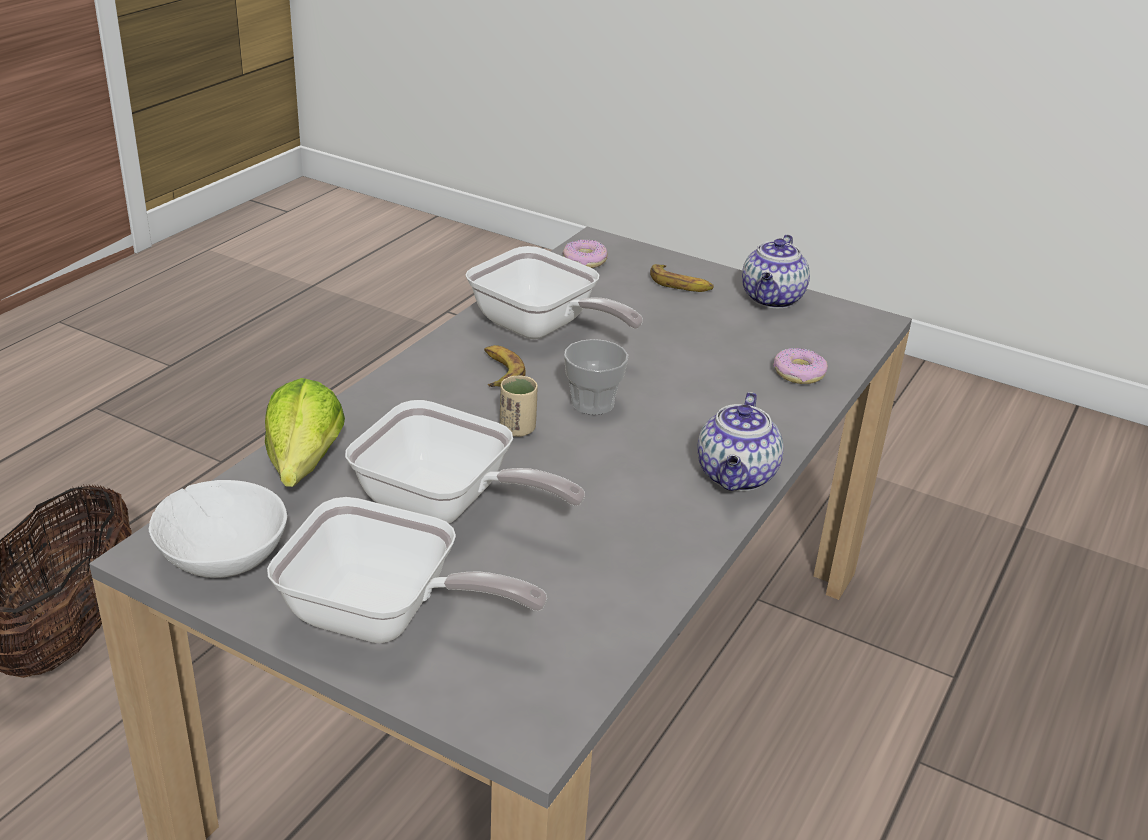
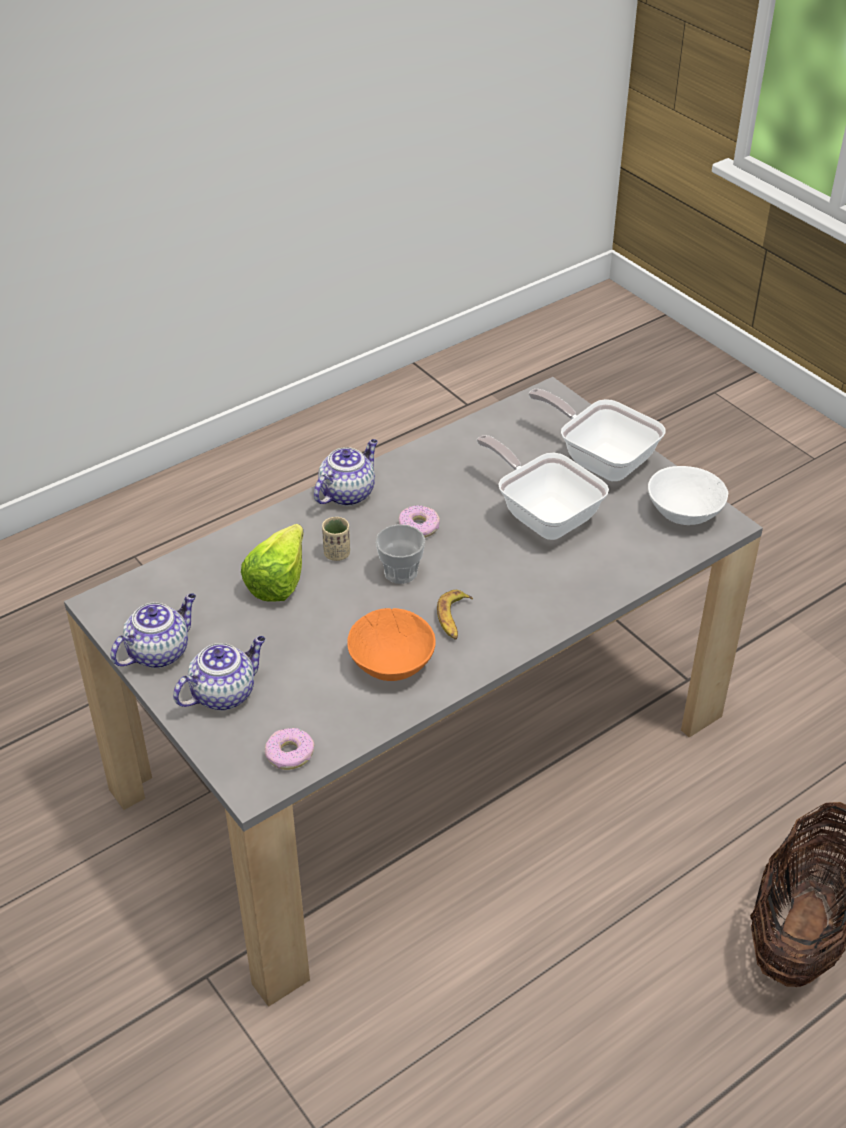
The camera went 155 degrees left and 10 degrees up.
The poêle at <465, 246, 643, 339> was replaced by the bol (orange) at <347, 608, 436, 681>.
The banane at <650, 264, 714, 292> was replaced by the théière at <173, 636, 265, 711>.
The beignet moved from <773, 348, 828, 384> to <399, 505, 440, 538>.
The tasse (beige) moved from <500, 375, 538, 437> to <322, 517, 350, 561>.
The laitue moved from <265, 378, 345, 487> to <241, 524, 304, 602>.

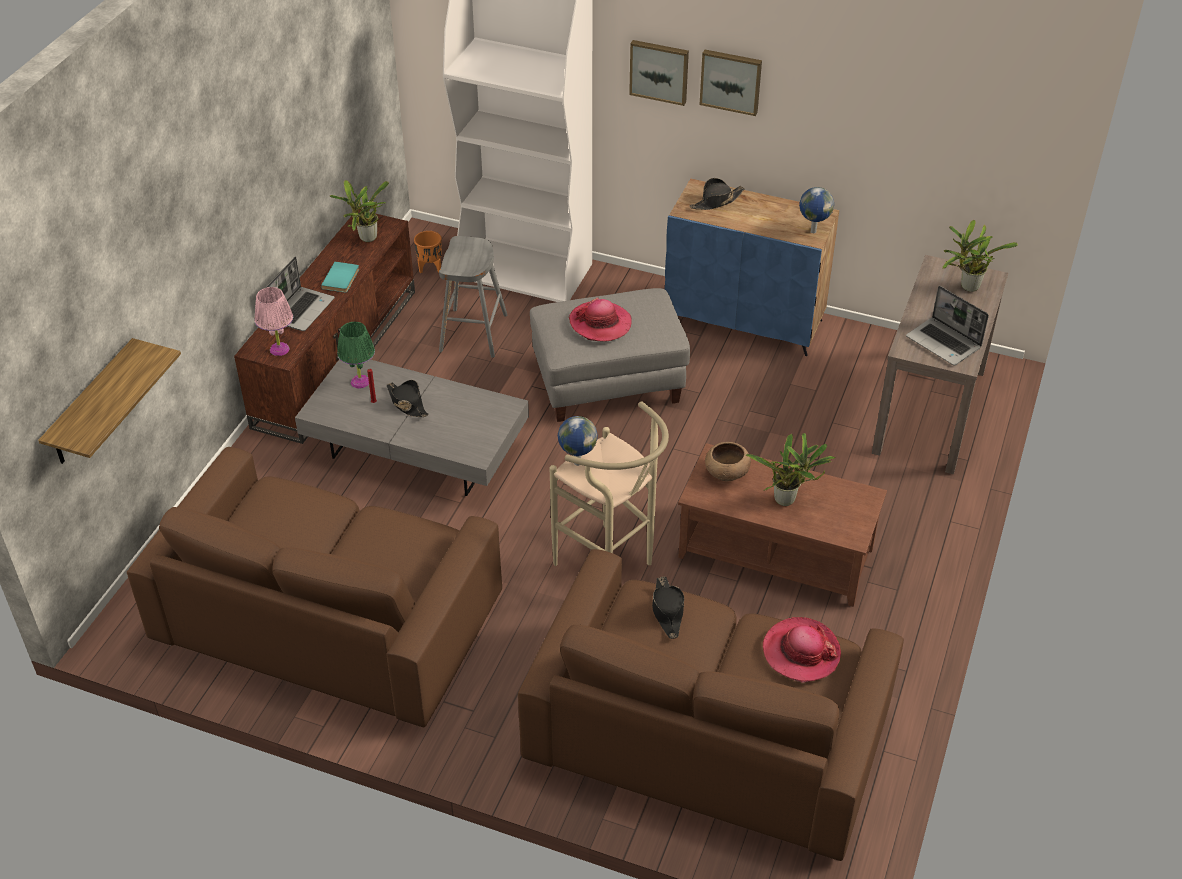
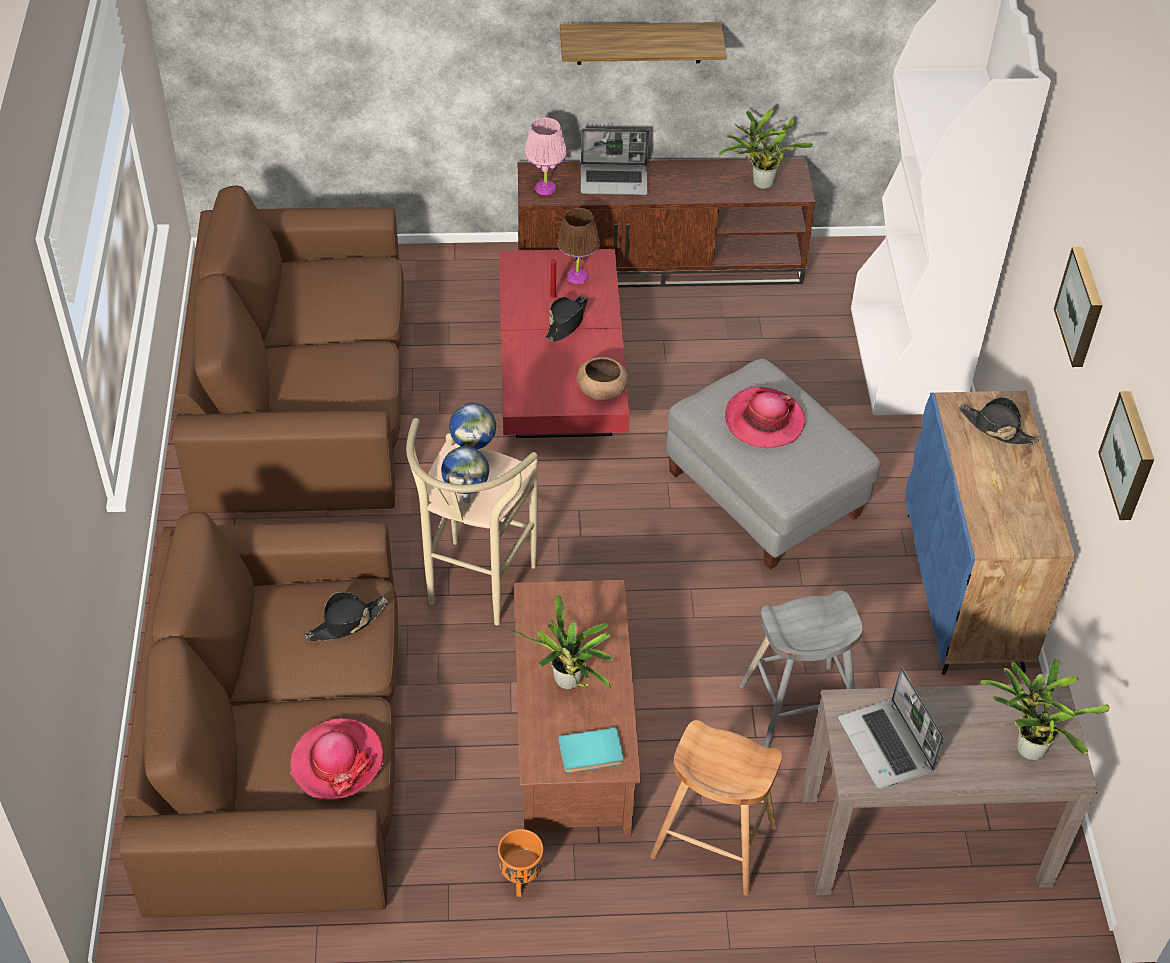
The camera went 65 degrees right and 5 degrees up.
The tableau moved from <629, 40, 689, 106> to <1098, 391, 1154, 520>.
The globe moved from <799, 187, 834, 233> to <441, 446, 489, 503>.
The cache-pot (orange) moved from <414, 231, 442, 273> to <498, 829, 543, 897>.
The tabouret (gris) moved from <439, 236, 507, 358> to <739, 591, 863, 748>.
The livre (turquoise) moved from <321, 262, 359, 293> to <558, 727, 624, 773>.
The ordinateur portable at <906, 286, 989, 365> turned 45 degrees counterclockwise.
The lampe de table (vert) at <337, 322, 375, 389> became the lampe de table (marron) at <557, 208, 600, 284>.
The étagère moved from <38, 338, 181, 464> to <560, 22, 727, 65>.
The table basse (gris) at <295, 359, 529, 496> became the table basse (rouge) at <499, 249, 630, 438>.
The bol (marron) moved from <705, 442, 751, 481> to <577, 357, 628, 401>.
The tabouret (marron) at <650, 720, 782, 896> appeared.

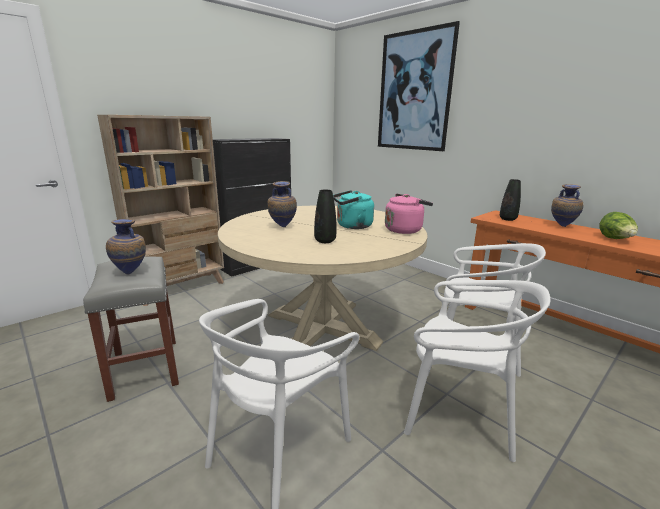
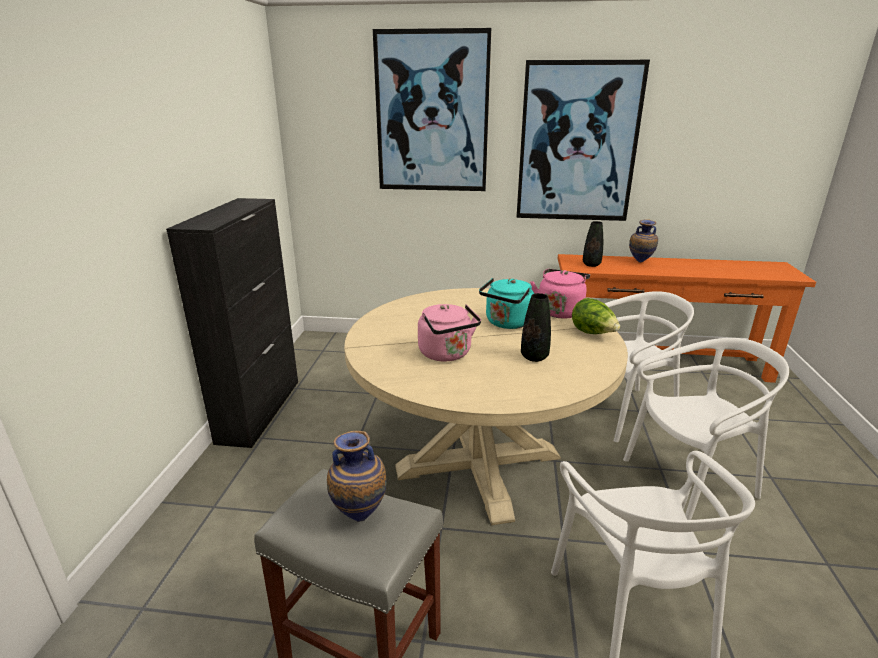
The camera went 40 degrees left and 5 degrees up.
The bibliothèque (beige) at <97, 115, 224, 306> disappeared.
The vase at <267, 181, 297, 227> was replaced by the bouilloire (rose) at <418, 304, 481, 362>.
The laitue moved from <599, 212, 638, 239> to <572, 298, 620, 334>.
The tableau at <517, 60, 650, 221> appeared.

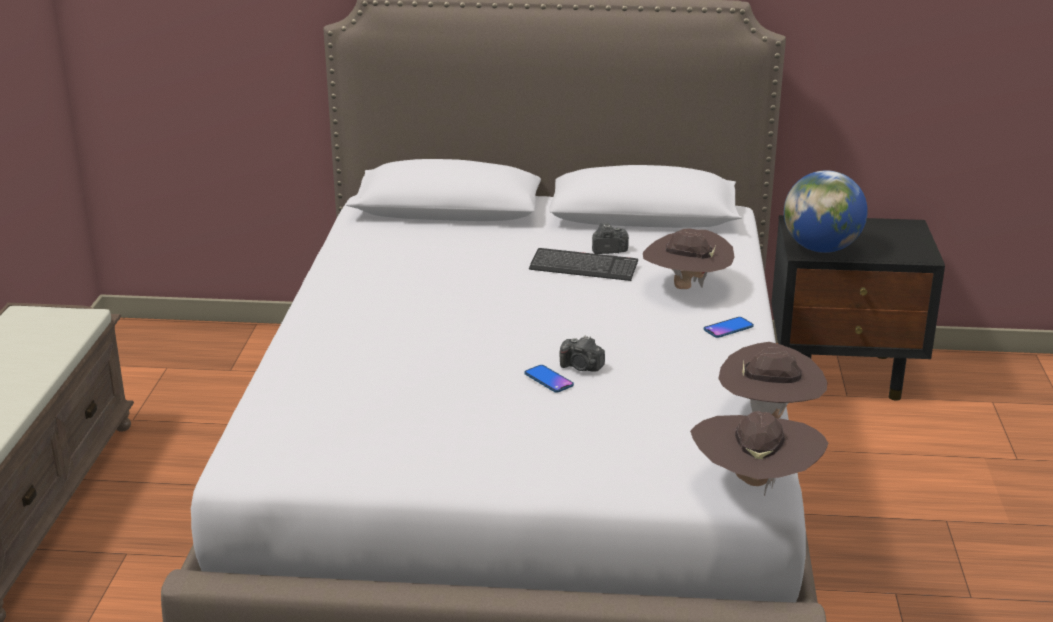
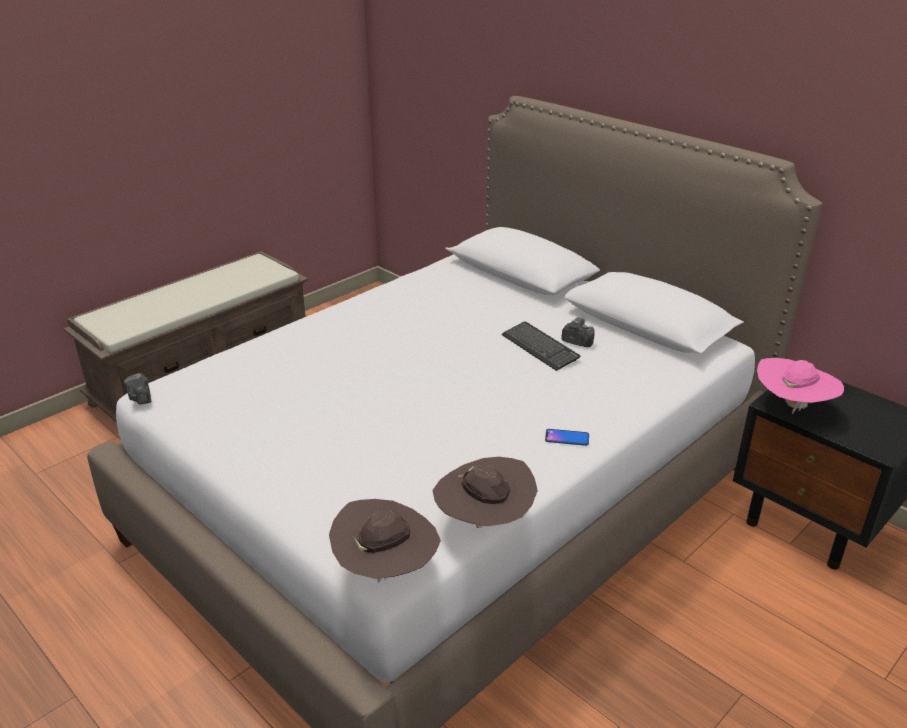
The camera went 40 degrees right and 5 degrees up.
The globe at <784, 170, 868, 253> was replaced by the chapeau (rose) at <757, 358, 844, 414>.
The chapeau (marron) at <643, 229, 734, 289> disappeared.
The appareil photo moved from <559, 335, 605, 372> to <124, 373, 151, 405>.
The téléphone at <524, 365, 574, 393> disappeared.

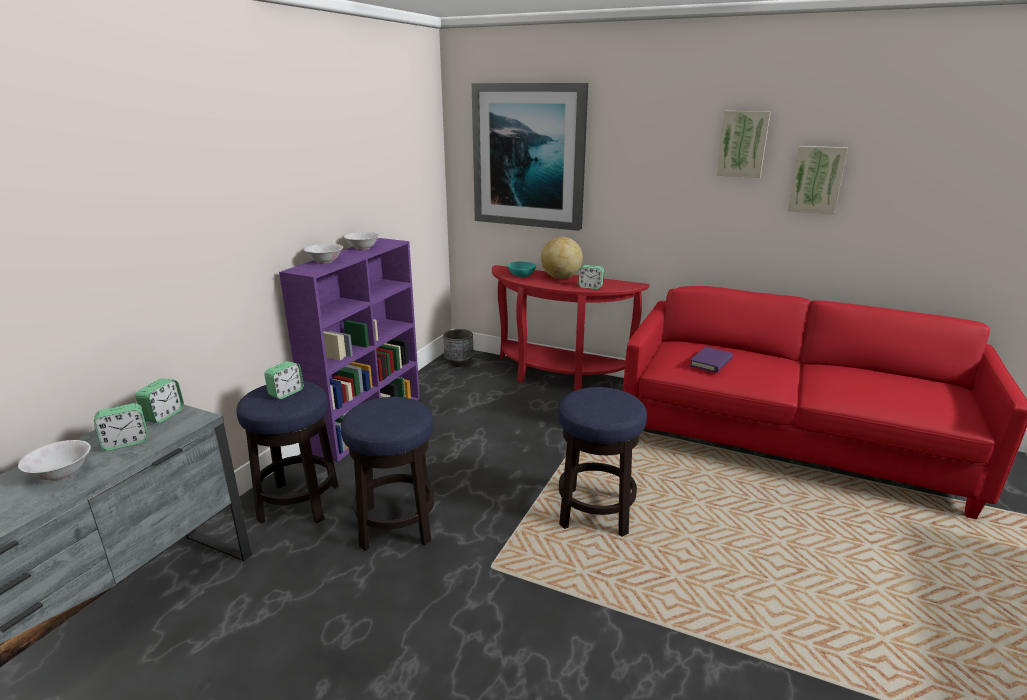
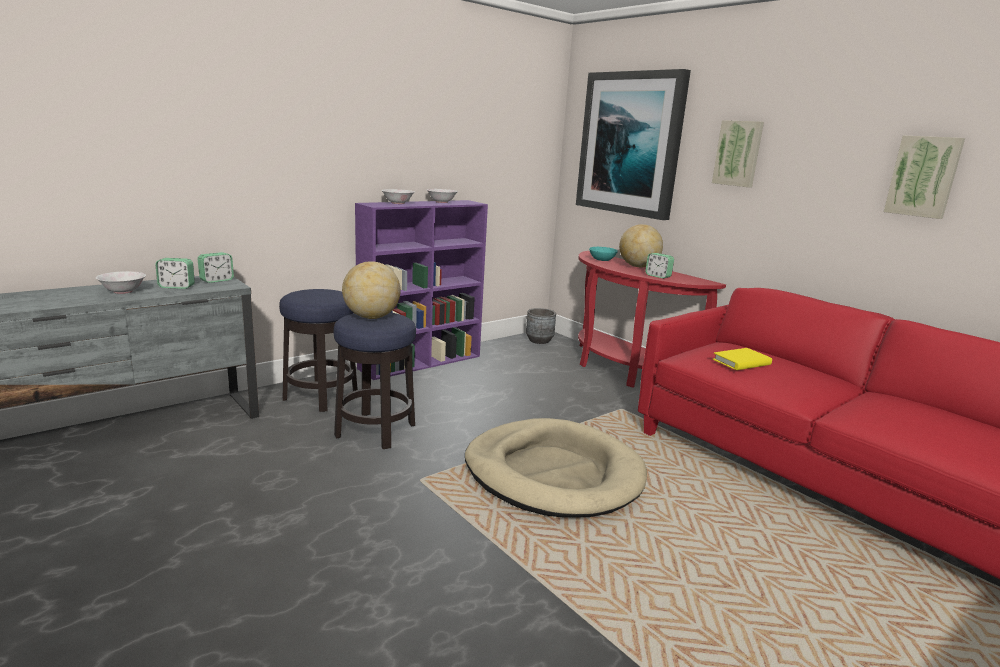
The camera went 25 degrees right and 5 degrees down.
The tableau moved from <717, 111, 771, 178> to <712, 120, 764, 187>.
The livre (violet) at <689, 347, 733, 373> became the livre (jaune) at <713, 348, 772, 370>.
The réveil at <264, 361, 304, 399> disappeared.
The tabouret at <558, 387, 647, 537> was replaced by the panier pour chien (beige) at <465, 418, 647, 518>.
The globe at <342, 261, 401, 319> appeared.

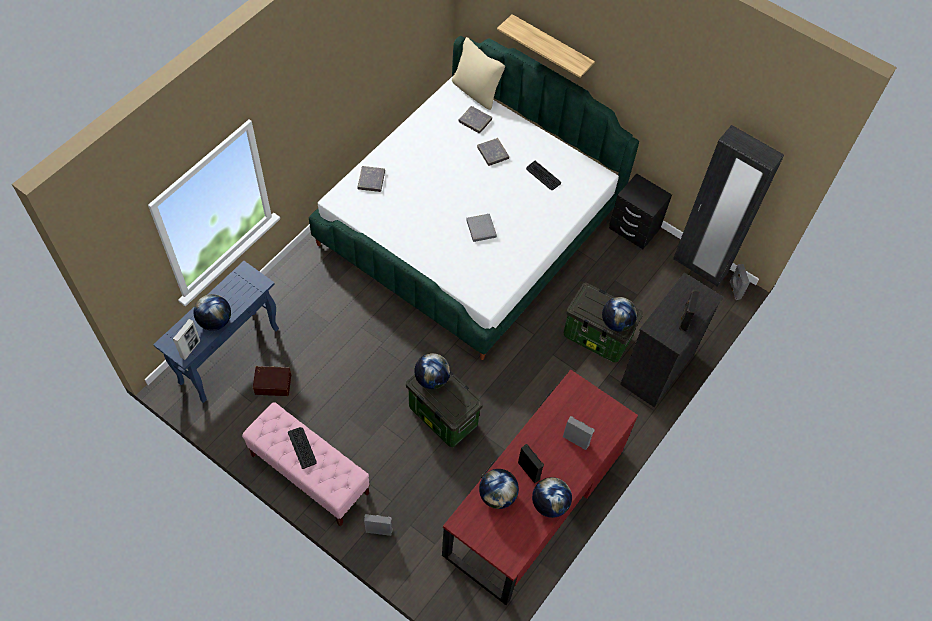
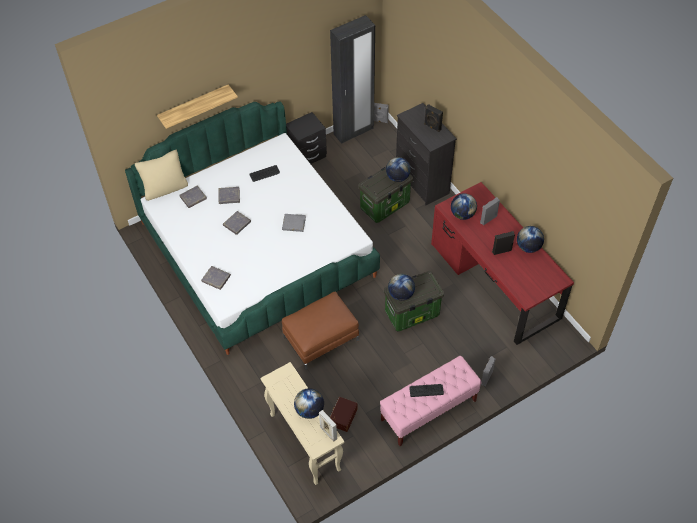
The camera went 65 degrees left and 5 degrees down.
The table console (bleu) at <153, 261, 279, 403> became the table console (beige) at <261, 362, 344, 485>.
The globe moved from <479, 469, 519, 509> to <451, 193, 477, 220>.
The livre (gris) at <223, 211, 251, 235> appeared.
The pouf (marron) at <282, 292, 359, 370> appeared.

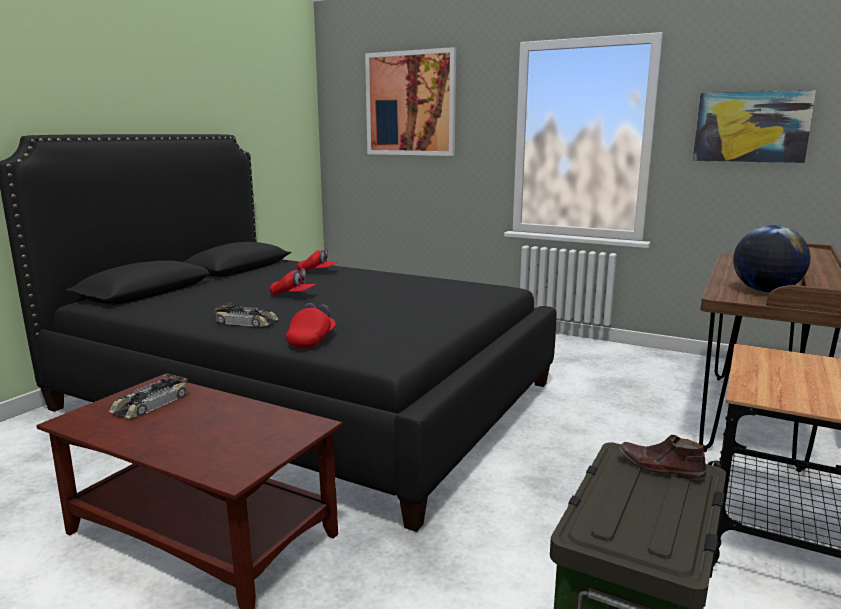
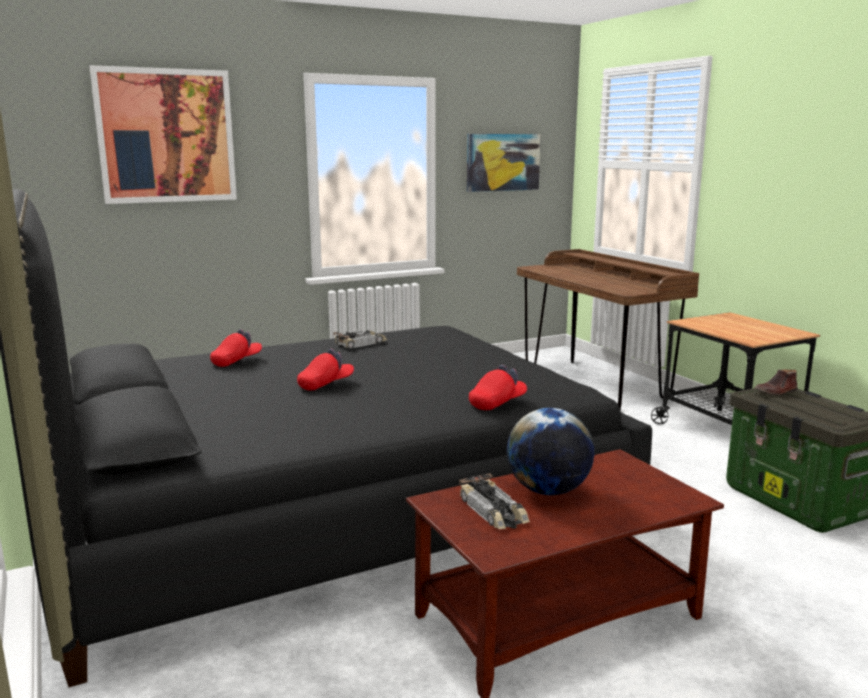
The camera went 55 degrees left and 0 degrees up.
The globe moved from <733, 225, 810, 293> to <507, 408, 594, 495>.
The petite voiture moved from <214, 302, 278, 327> to <333, 330, 387, 349>.
The casquette (rouge) at <286, 303, 336, 349> turned 90 degrees clockwise.

